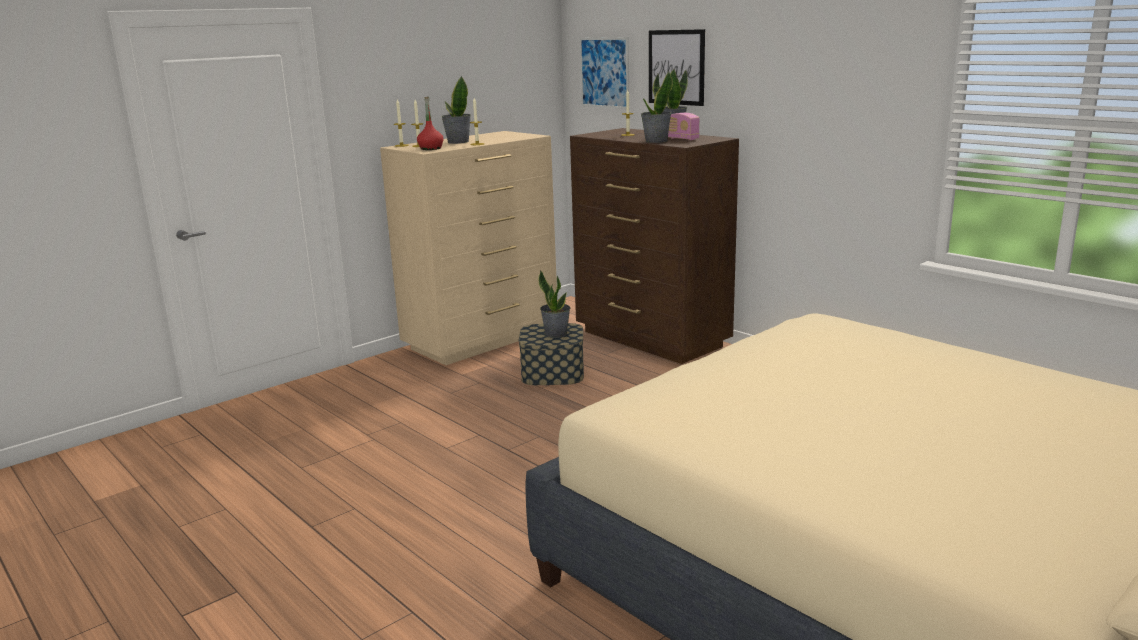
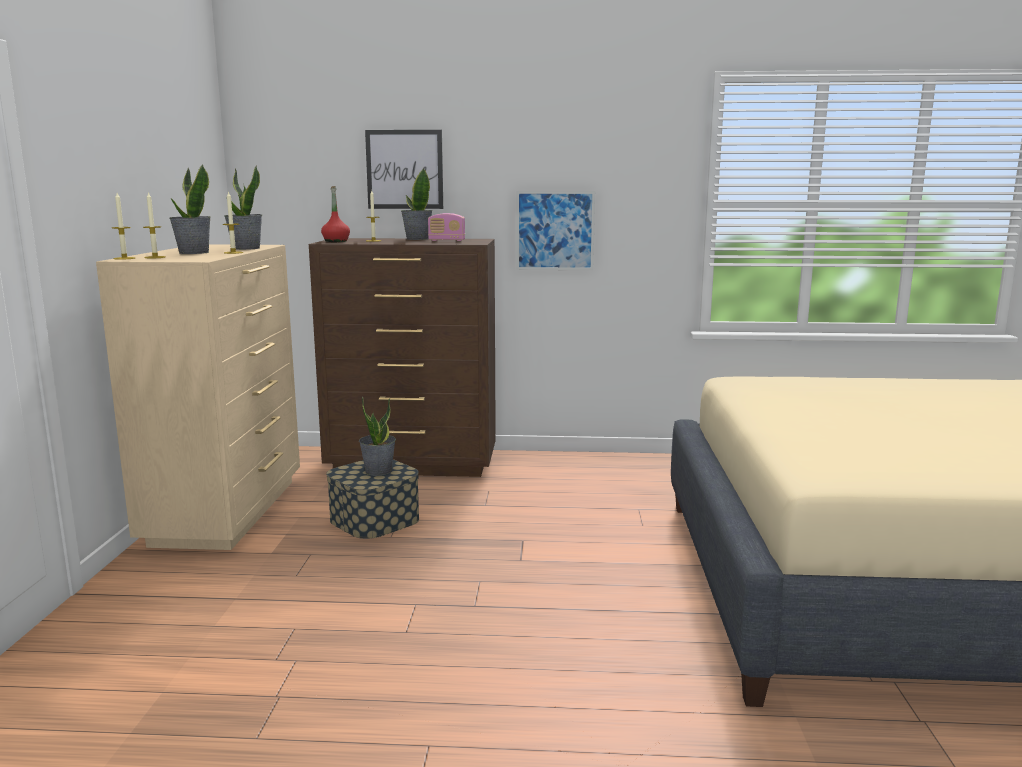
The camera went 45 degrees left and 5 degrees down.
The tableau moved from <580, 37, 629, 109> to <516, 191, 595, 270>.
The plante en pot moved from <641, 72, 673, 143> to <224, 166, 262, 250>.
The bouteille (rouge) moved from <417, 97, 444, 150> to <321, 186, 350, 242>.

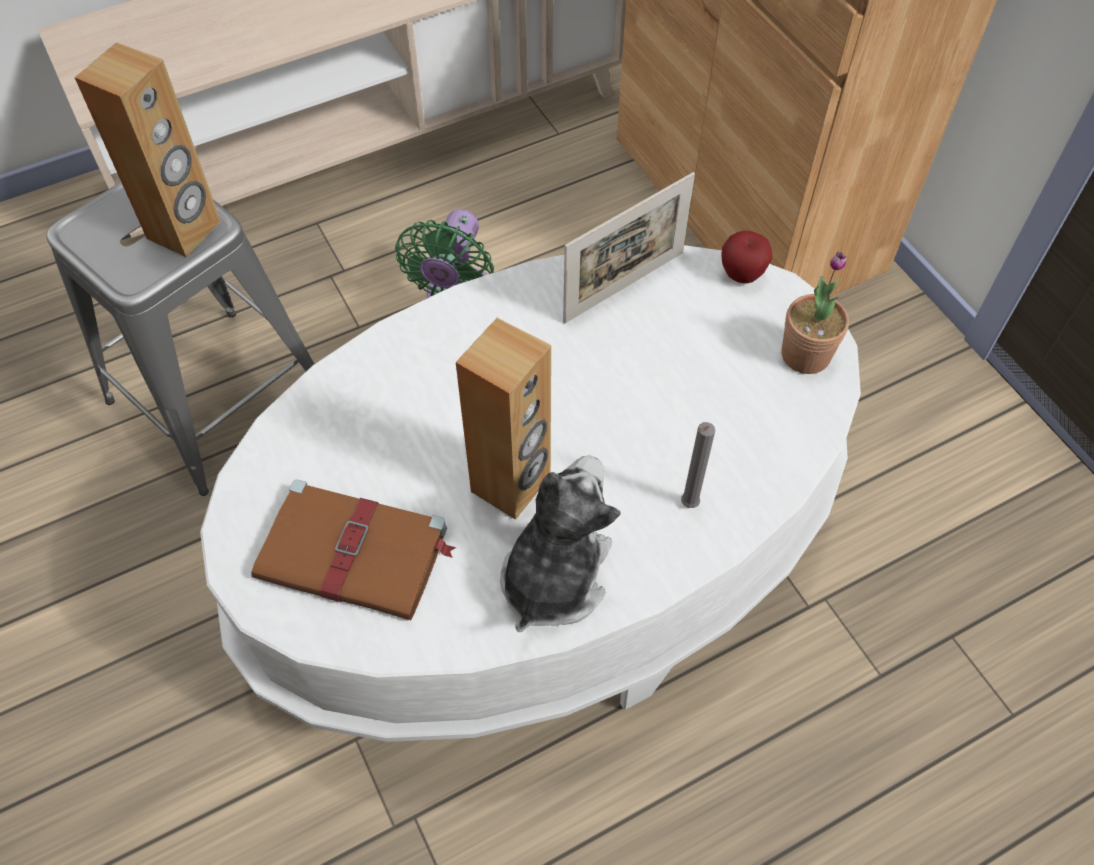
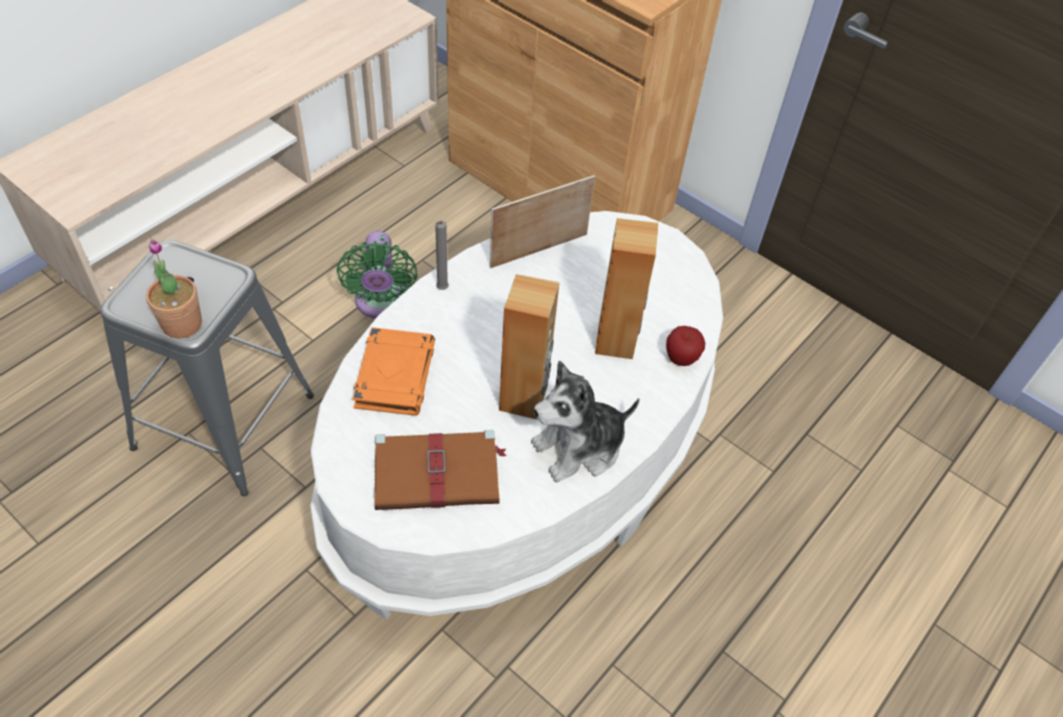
The camera went 25 degrees left and 5 degrees down.
The enceinte (marron) moved from <74, 42, 221, 257> to <595, 218, 659, 359>.
The cadre photo at <563, 172, 695, 323> turned 150 degrees counterclockwise.
The pomme moved from <721, 230, 772, 283> to <666, 326, 705, 366>.
The plante en pot moved from <781, 251, 849, 374> to <146, 239, 202, 338>.
The bougie (gris) moved from <681, 422, 715, 508> to <435, 221, 449, 290>.
The peluche at <500, 456, 620, 632> turned 120 degrees counterclockwise.
The livre (orange) at <352, 327, 435, 416> appeared.

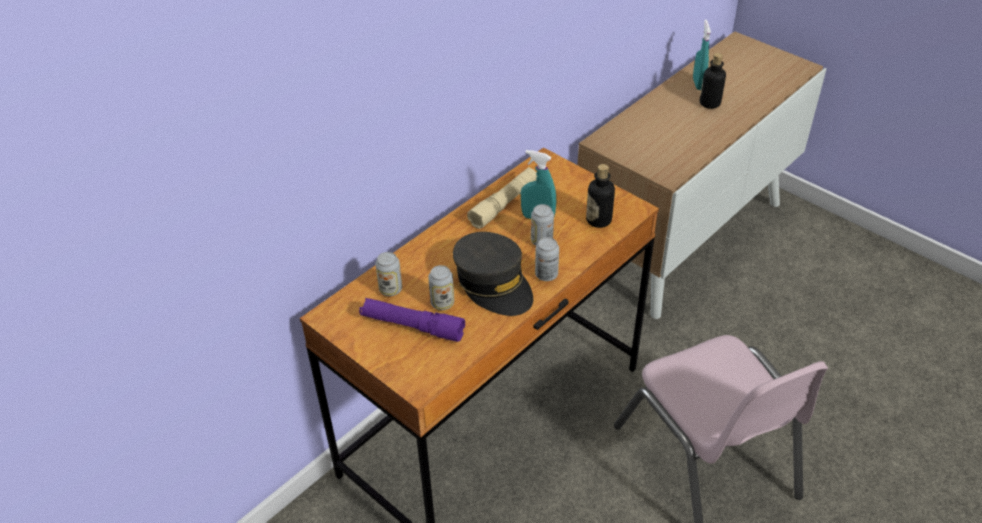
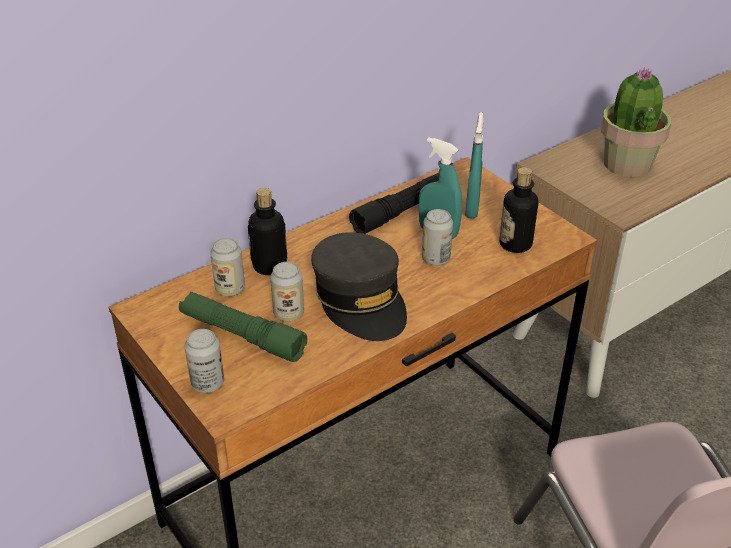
The camera went 10 degrees right and 5 degrees down.
The vaporisateur (turquoise) moved from <693, 20, 711, 90> to <465, 112, 484, 219>.
The bouteille moved from <700, 53, 726, 109> to <248, 188, 288, 275>.
The lampe de poche (beige) at <467, 167, 537, 229> became the lampe de poche (noir) at <349, 173, 440, 234>.
The boîte métallique moved from <535, 237, 559, 281> to <185, 329, 224, 393>.
The lampe de poche (violet) at <359, 298, 465, 342> became the lampe de poche (vert) at <179, 292, 307, 362>.
The plante en pot at <601, 67, 671, 177> appeared.

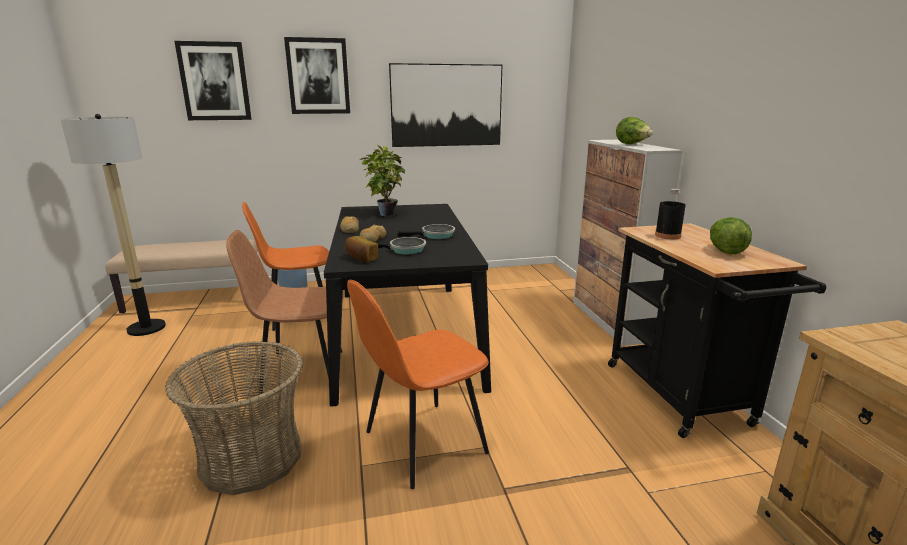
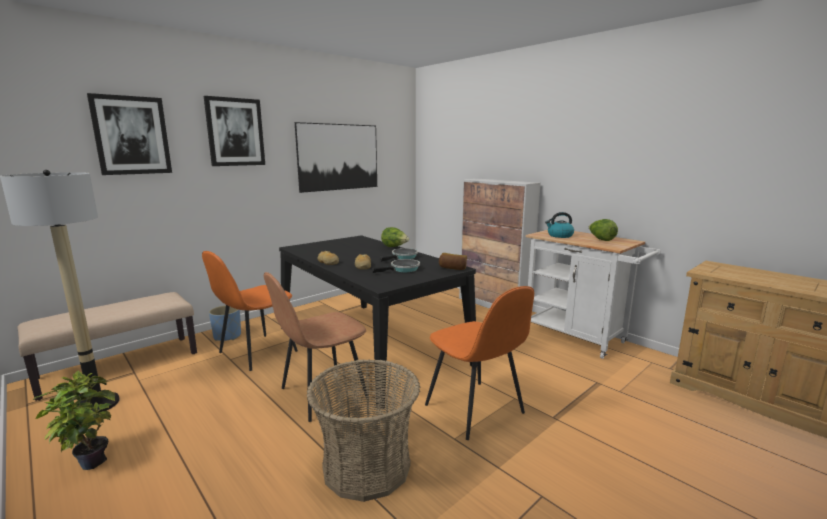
The camera went 30 degrees left and 5 degrees down.
The laitue moved from <616, 117, 653, 144> to <381, 227, 409, 247>.
The plante en pot moved from <360, 145, 405, 216> to <33, 371, 115, 470>.
The bouteille (noir) at <655, 189, 686, 239> was replaced by the bouilloire at <545, 212, 574, 238>.
The chariot (noir) at <608, 223, 826, 438> became the chariot (blanc) at <526, 230, 661, 359>.
The pain moved from <345, 236, 378, 262> to <439, 253, 467, 270>.
The chaise (orange) at <347, 280, 489, 489> turned 60 degrees counterclockwise.

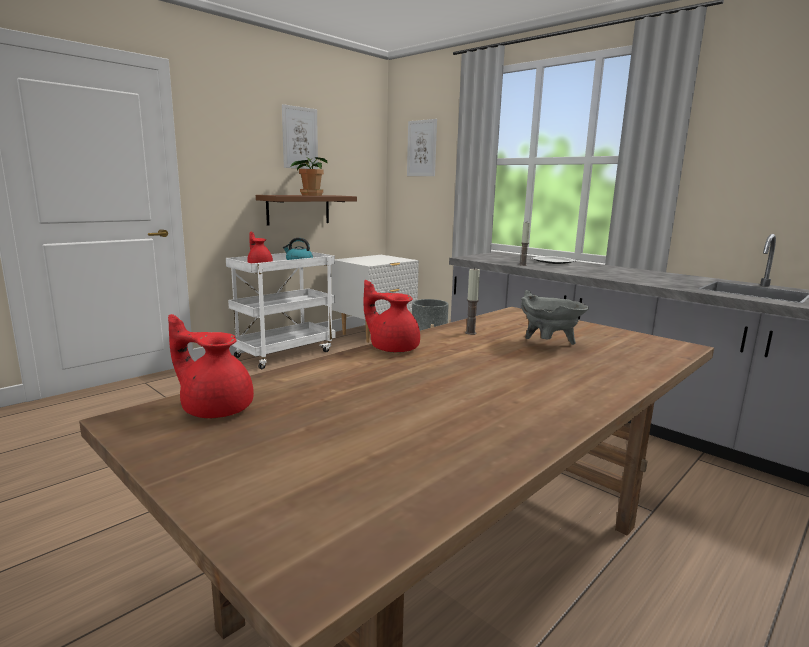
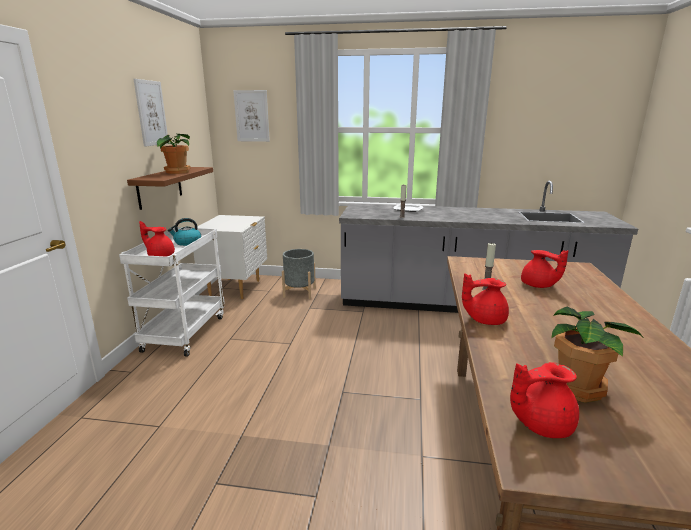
The camera went 35 degrees left and 5 degrees up.
The marmite (gris) at <521, 290, 589, 345> was replaced by the théière (rouge) at <521, 250, 568, 288>.
The plante en pot at <551, 307, 643, 403> appeared.

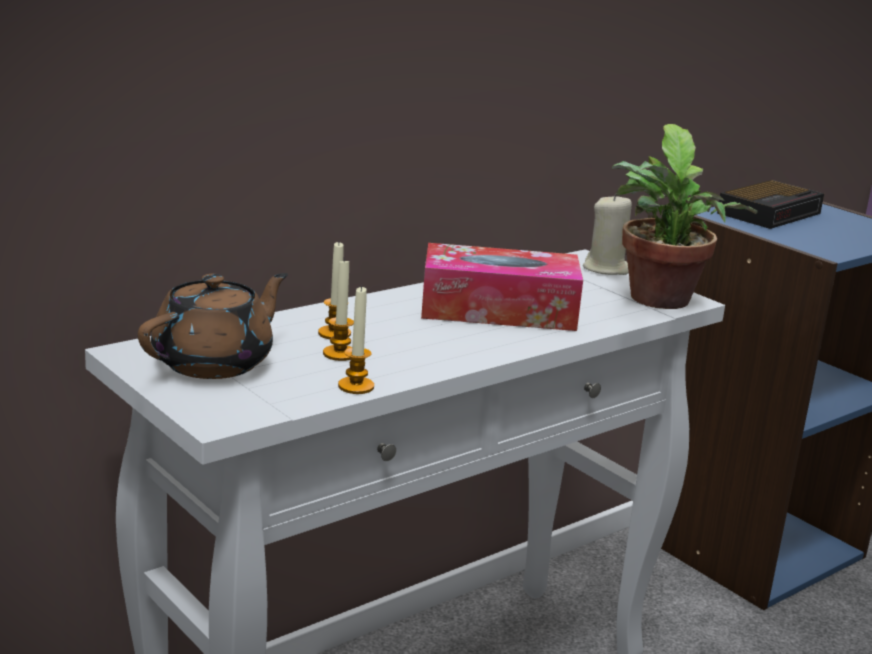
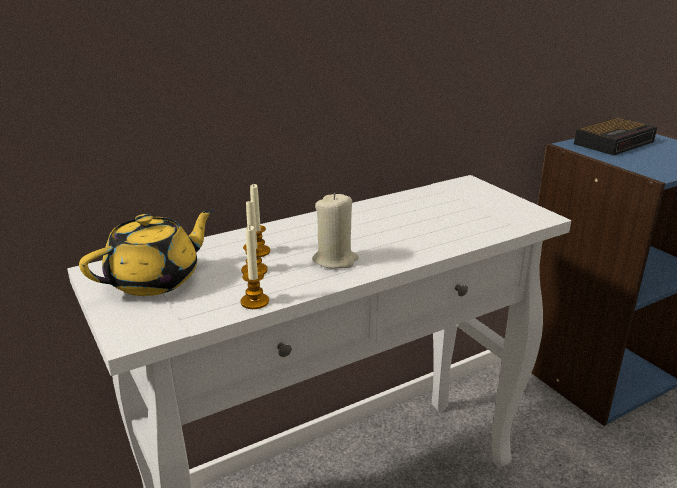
The camera went 10 degrees right and 5 degrees up.
The plante en pot at <612, 124, 758, 309> disappeared.
The bougie (beige) moved from <583, 193, 632, 275> to <312, 193, 359, 269>.
The boîte à mouchoirs at <421, 243, 583, 331> disappeared.
The théière (marron) at <138, 273, 288, 379> became the théière (jaune) at <79, 209, 215, 296>.

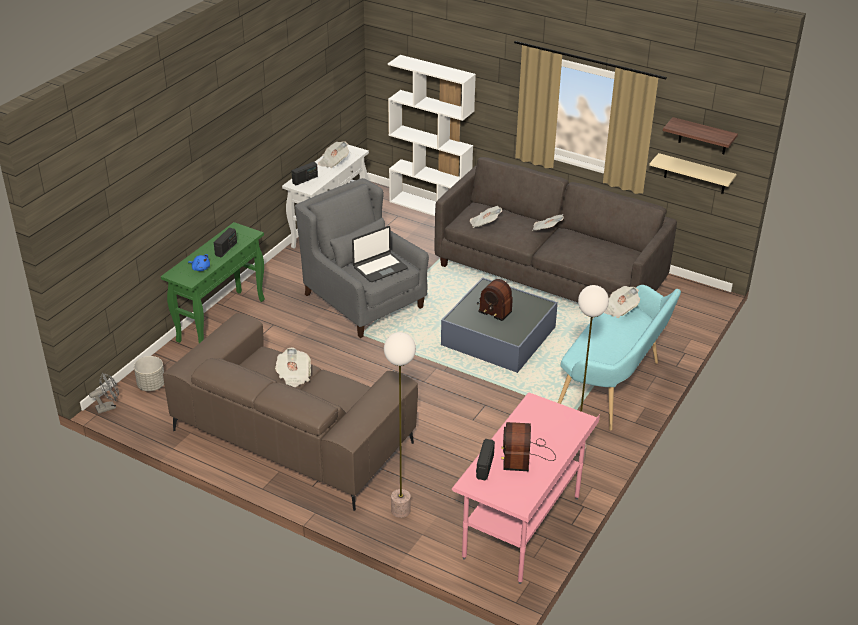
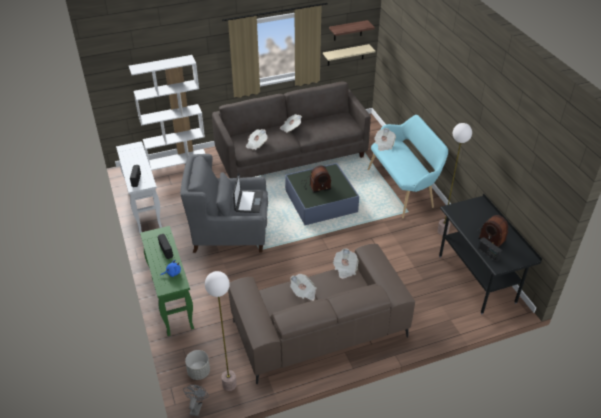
The camera went 50 degrees left and 5 degrees up.
The journal moved from <318, 141, 349, 168> to <333, 248, 359, 279>.
The lampadaire moved from <384, 332, 416, 518> to <205, 271, 237, 391>.
The bureau (rose) at <452, 393, 600, 584> became the bureau (noir) at <439, 193, 542, 314>.

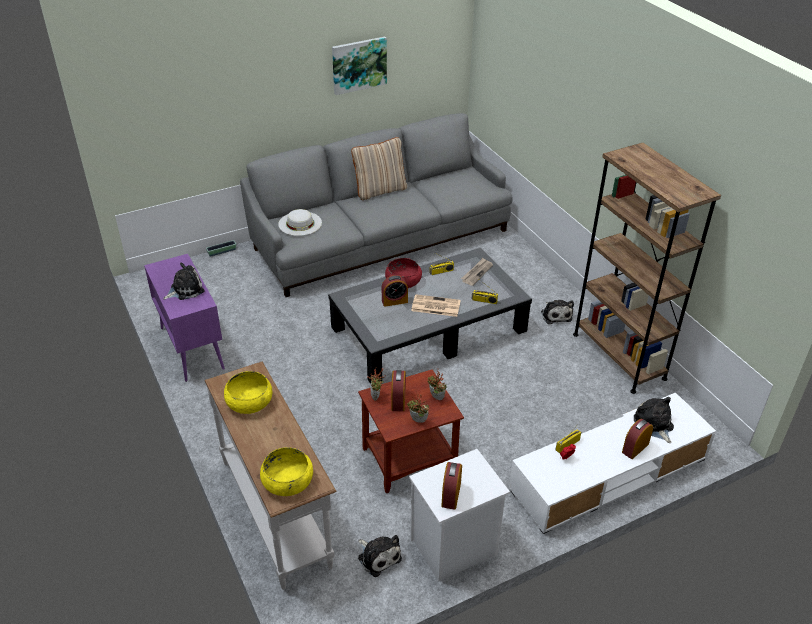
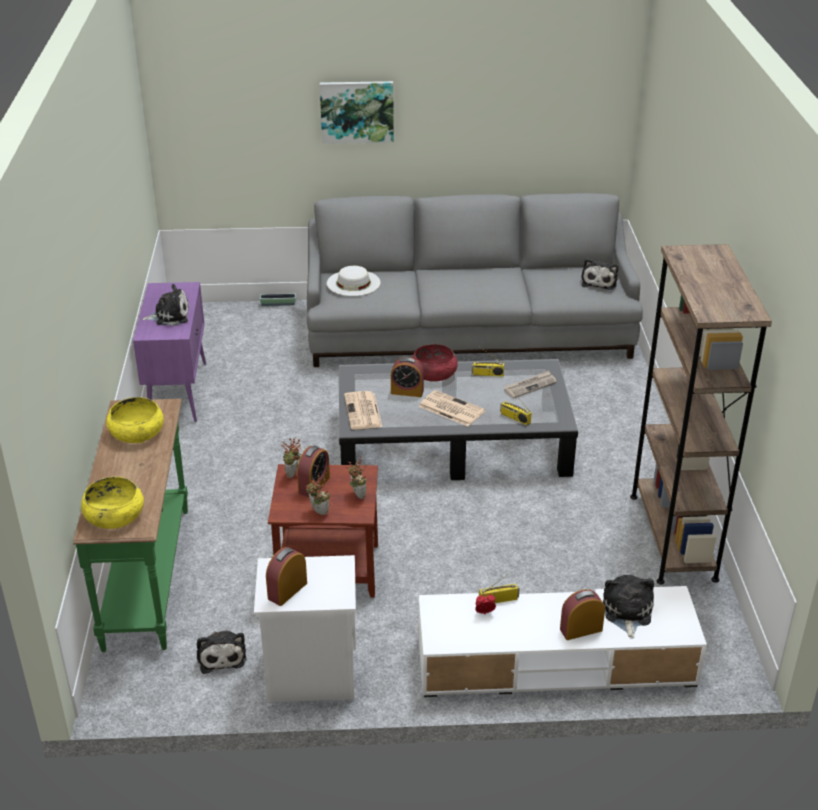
The camera went 25 degrees right and 5 degrees down.
The tableau moved from <332, 37, 387, 95> to <320, 81, 394, 144>.
The coussin (beige) at <351, 137, 407, 200> disappeared.
The peluche moved from <541, 300, 574, 324> to <581, 258, 619, 290>.
The table console (blanc) at <205, 361, 337, 590> became the table console (vert) at <73, 399, 188, 652>.
The journal at <344, 391, 382, 429> appeared.

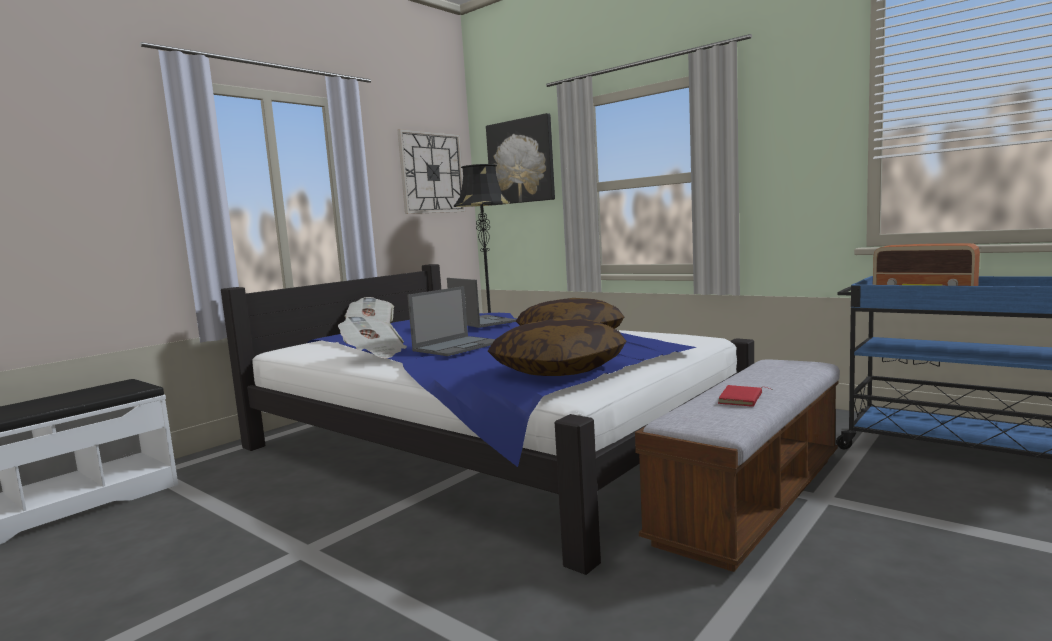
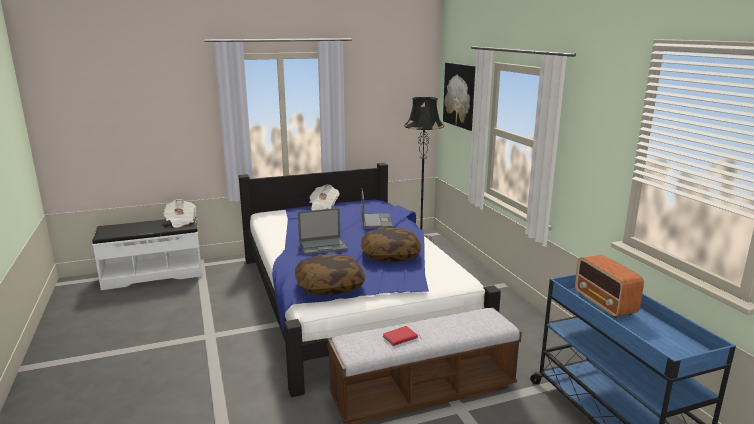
The camera went 30 degrees right and 10 degrees up.
The horloge murale at <398, 129, 466, 214> disappeared.
The journal moved from <338, 316, 407, 358> to <163, 199, 196, 228>.

